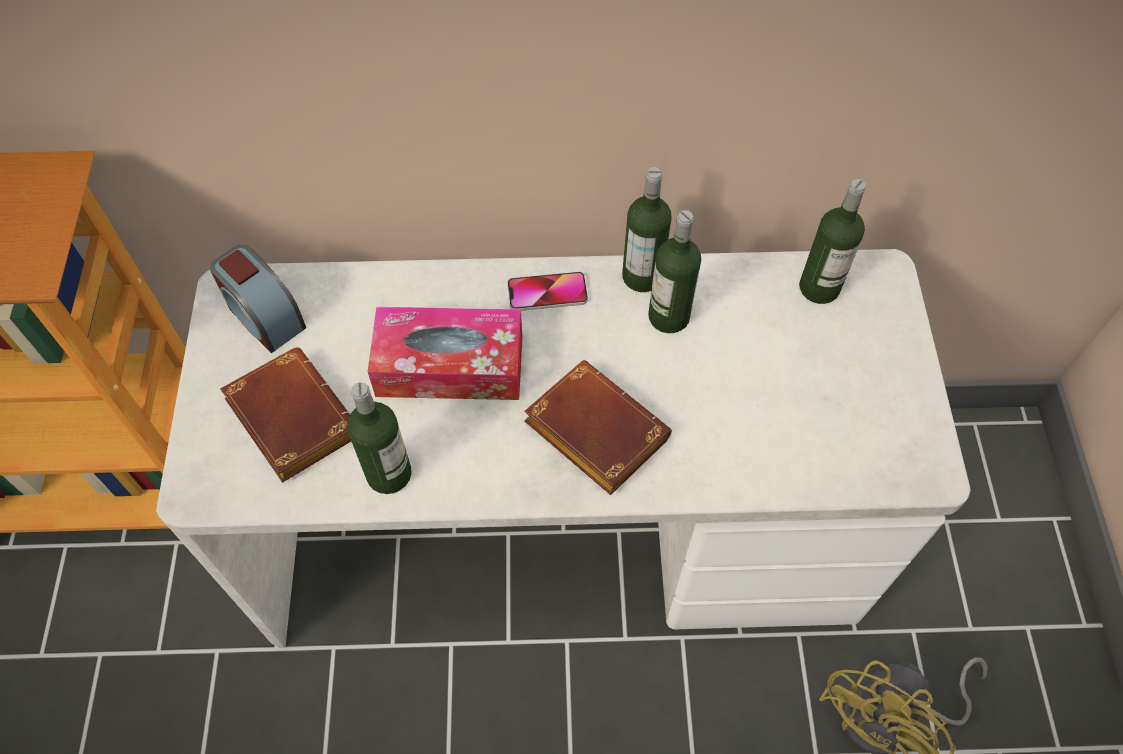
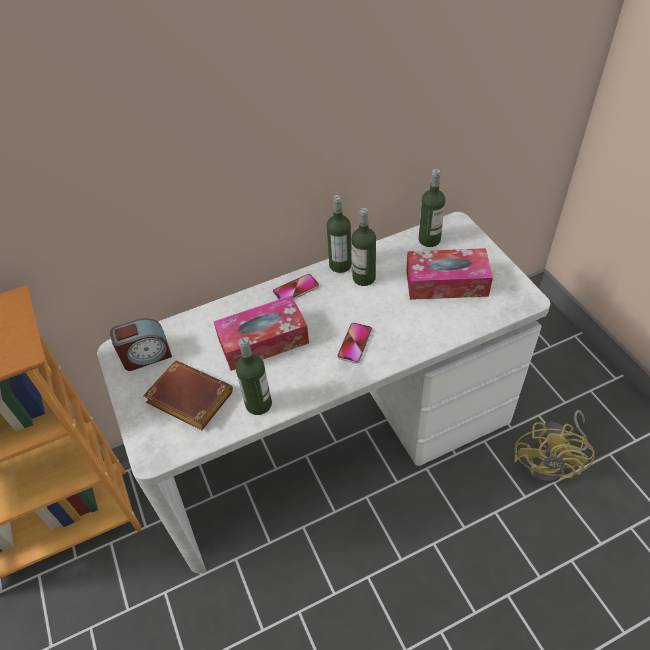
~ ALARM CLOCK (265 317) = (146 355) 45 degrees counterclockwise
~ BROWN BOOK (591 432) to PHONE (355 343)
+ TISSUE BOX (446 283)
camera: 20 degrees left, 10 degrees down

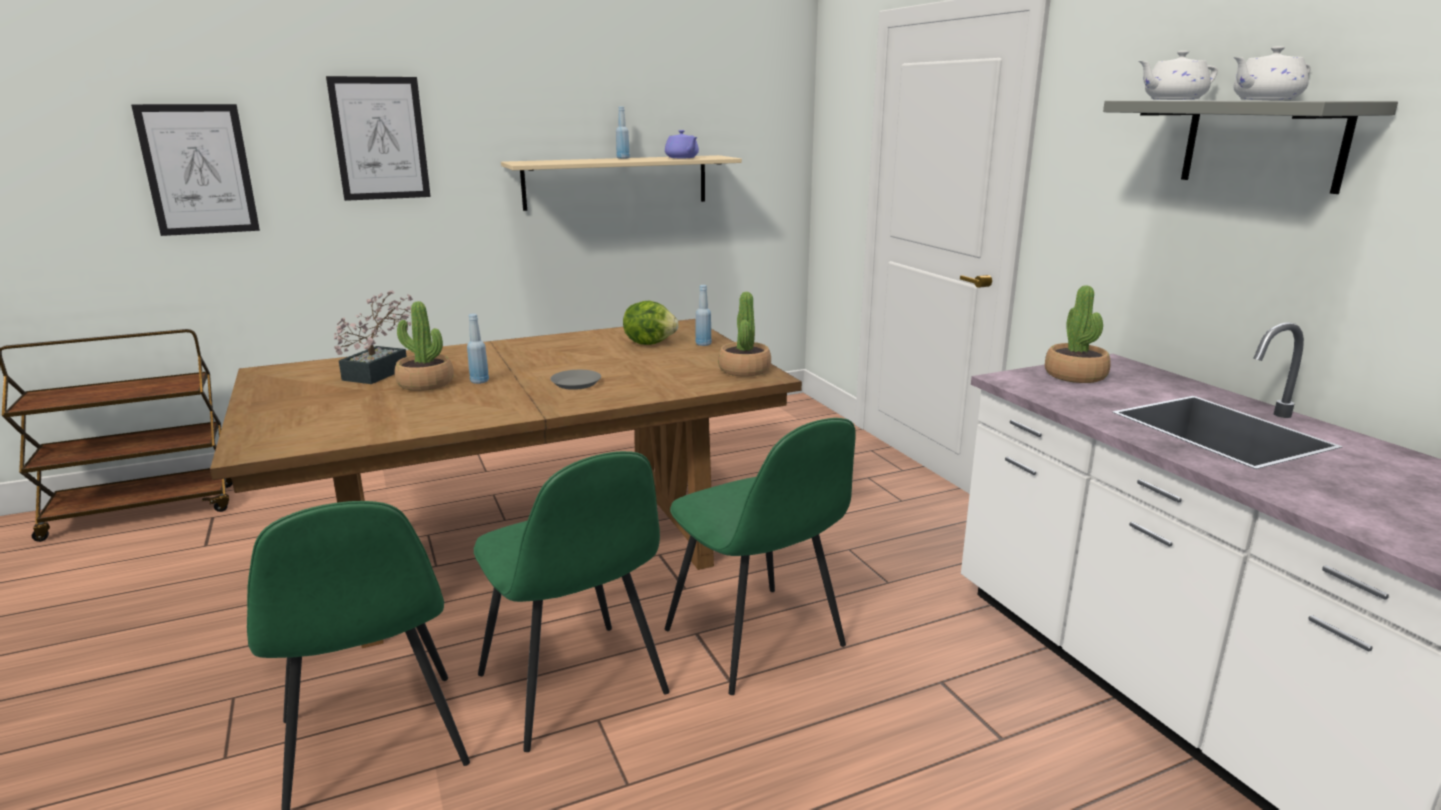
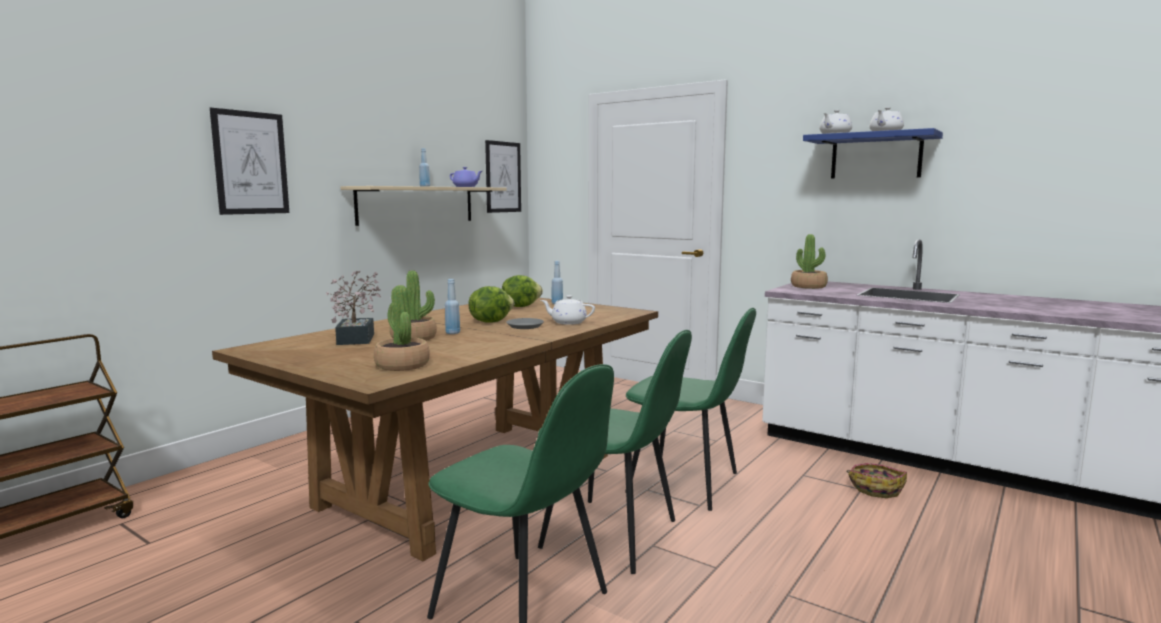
~ POTTED PLANT (744 370) to (402 365)
+ LETTUCE (490 321)
~ PICTURE (198 170) to (503 177)
+ WHITE TEAPOT (568 322)
~ GREY SHELF (1263 144) to BLUE SHELF (876 156)
+ BASKET (875 488)
camera: 30 degrees left, 10 degrees down

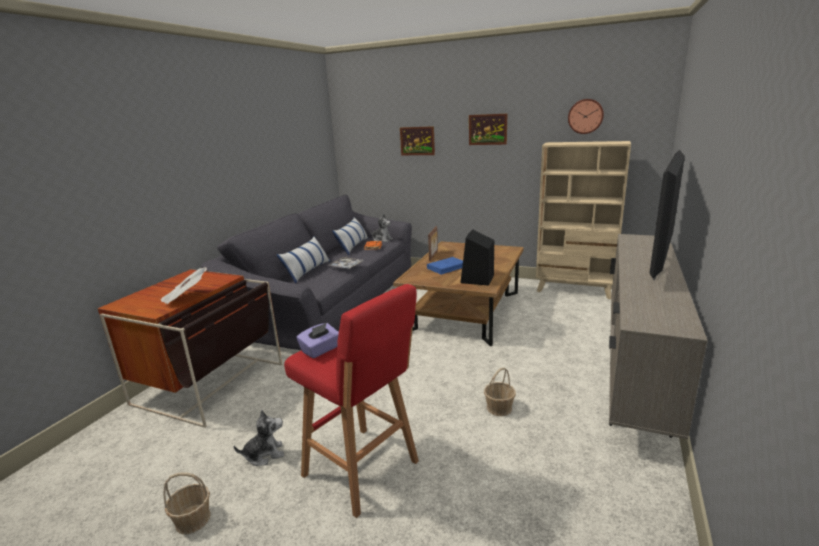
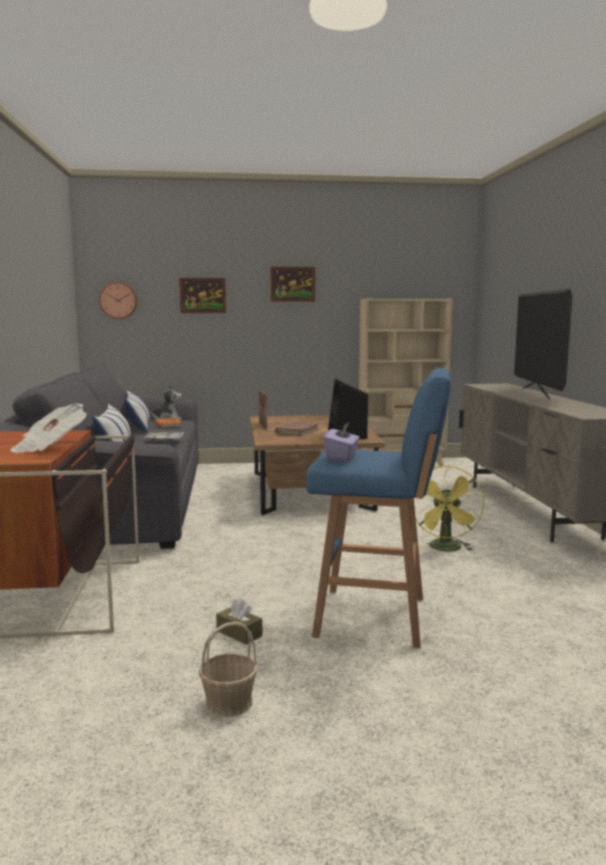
~ WALL CLOCK (585 116) to (118 300)
~ PLUSH TOY (264 454) to BROWN TISSUE BOX (239 633)
~ BLUE BOOK (447 267) to BROWN BOOK (297 432)
~ RED STOOL (363 470) to BLUE STOOL (376 617)
~ BASKET (499 408) to YELLOW FAN (446 549)
camera: 30 degrees left, 10 degrees down

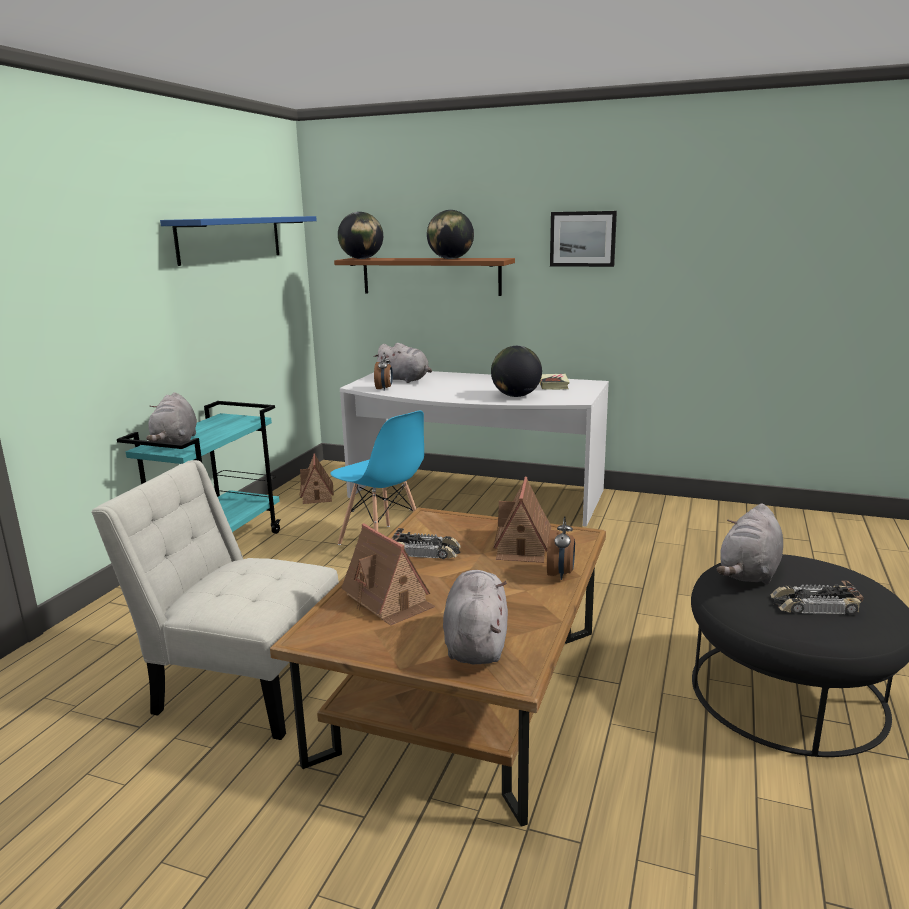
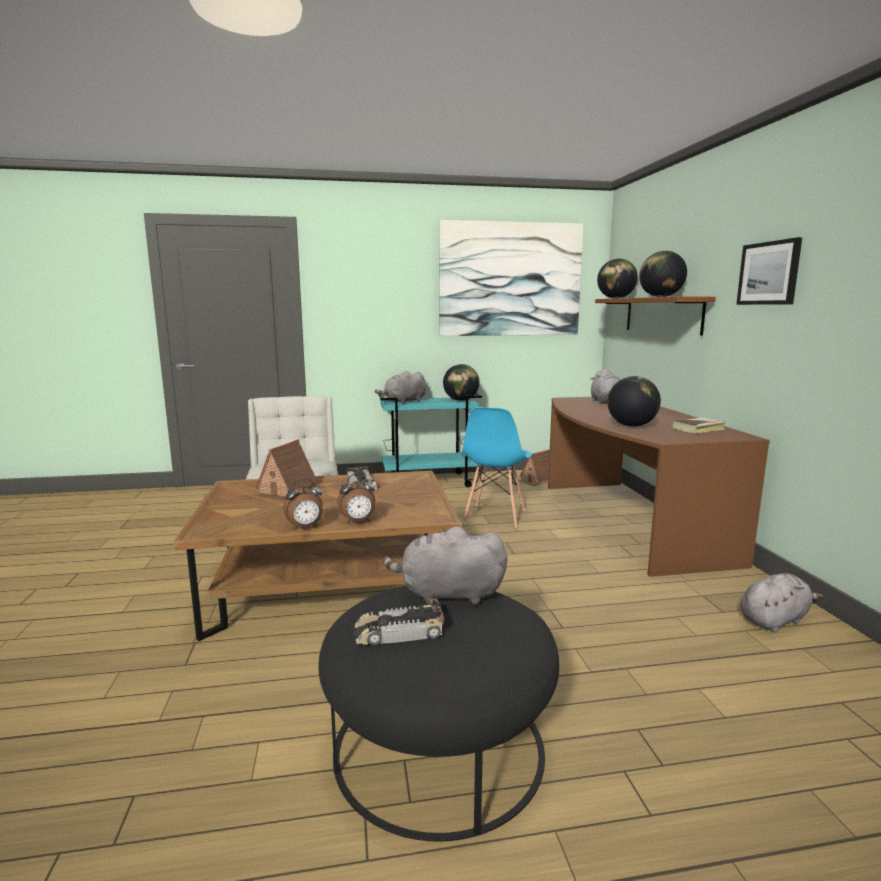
~ ALARM CLOCK (384 389) to (305 527)
~ TOY CAR (813 605) = (398 632) 75 degrees counterclockwise
~ BLUE SHELF (230 239) to PICTURE (510 279)
+ GLOBE (461 400)
~ WHITE DESK (473 496) to BROWN DESK (624 521)
~ GREY PLUSH TOY (476 642) to (774 620)
- TOY HOUSE (522 545)
camera: 60 degrees right, 5 degrees down

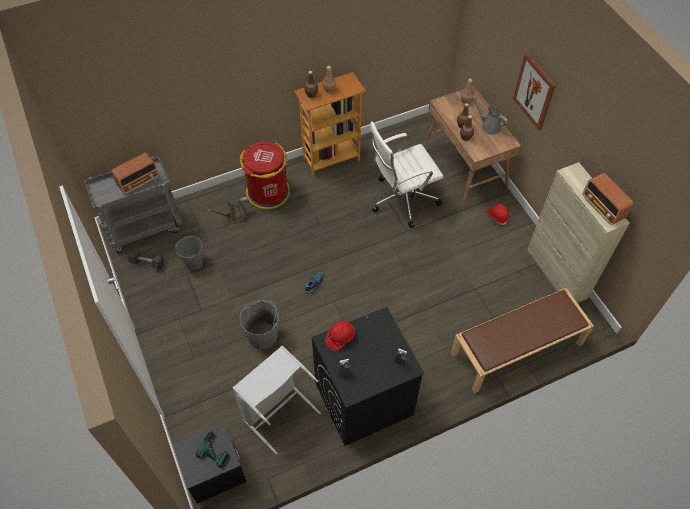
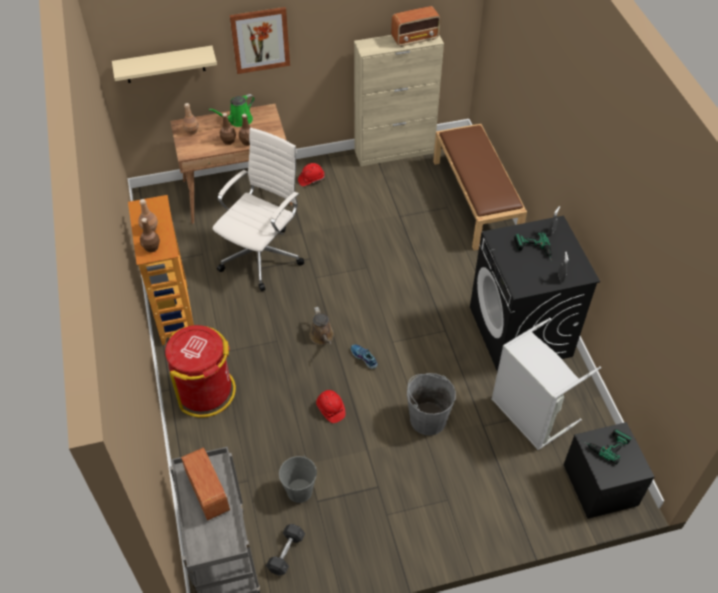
+ BEIGE SHELF (164 64)
~ GREY WATERING CAN (489 126) to GREEN WATERING CAN (238 120)
~ WHITE OFFICE CHAIR (402 200) = (263 255) 135 degrees counterclockwise
~ BROWN WATERING CAN (235 215) to (322 337)
~ RED HARD HAT (340 337) to (330 409)
+ POWER DRILL (534 251)
camera: 80 degrees left, 5 degrees down

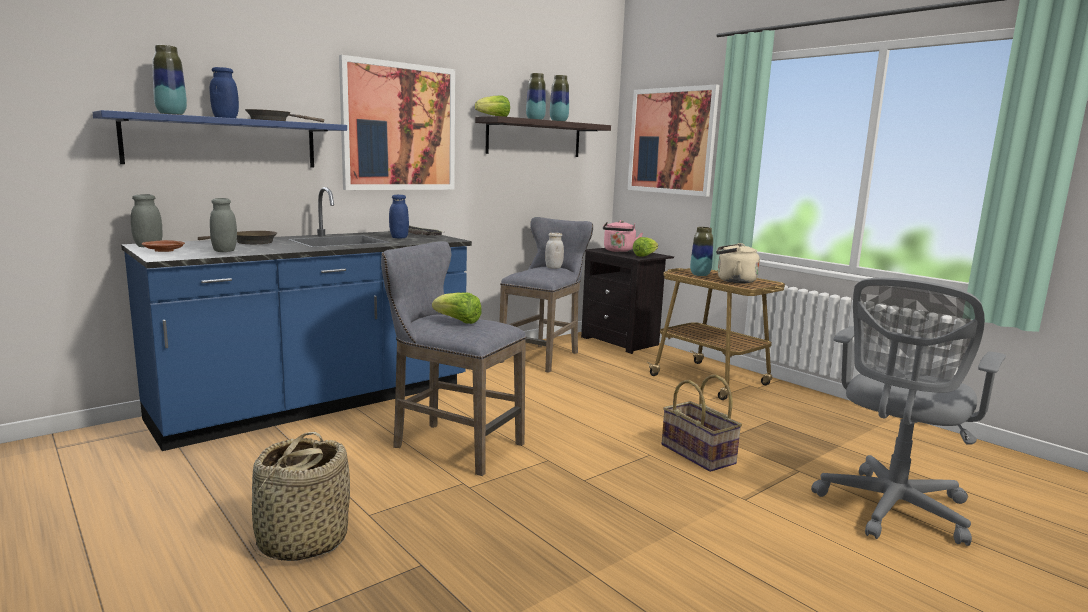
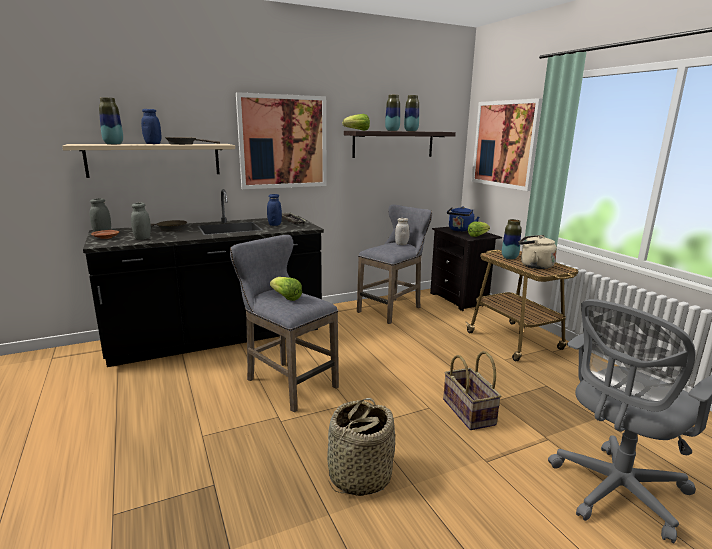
~ BLUE SHELF (223 142) to BEIGE SHELF (154 160)
~ BLUE COUNTER (317 403) to BLACK COUNTER (218 337)
~ BASKET (302 541) to (359 476)
~ PINK KETTLE (619 251) to BLUE KETTLE (460 230)
camera: 15 degrees right, 5 degrees up

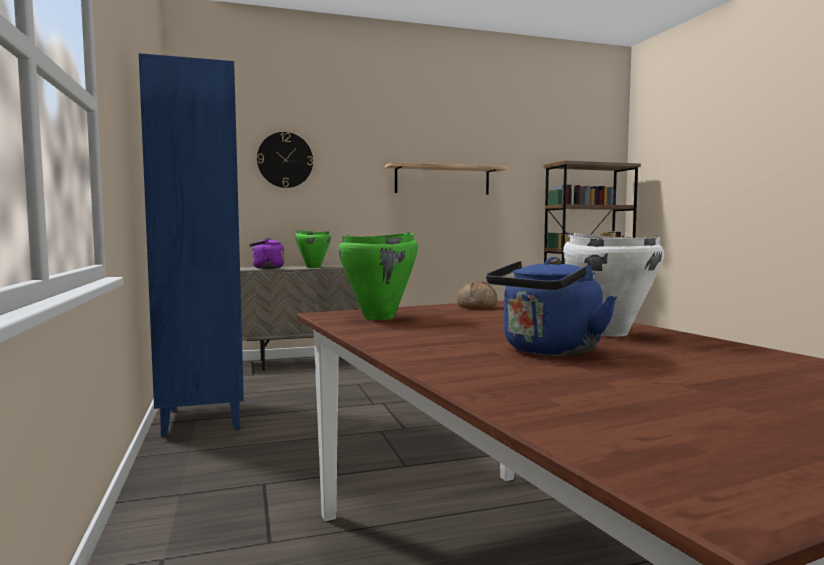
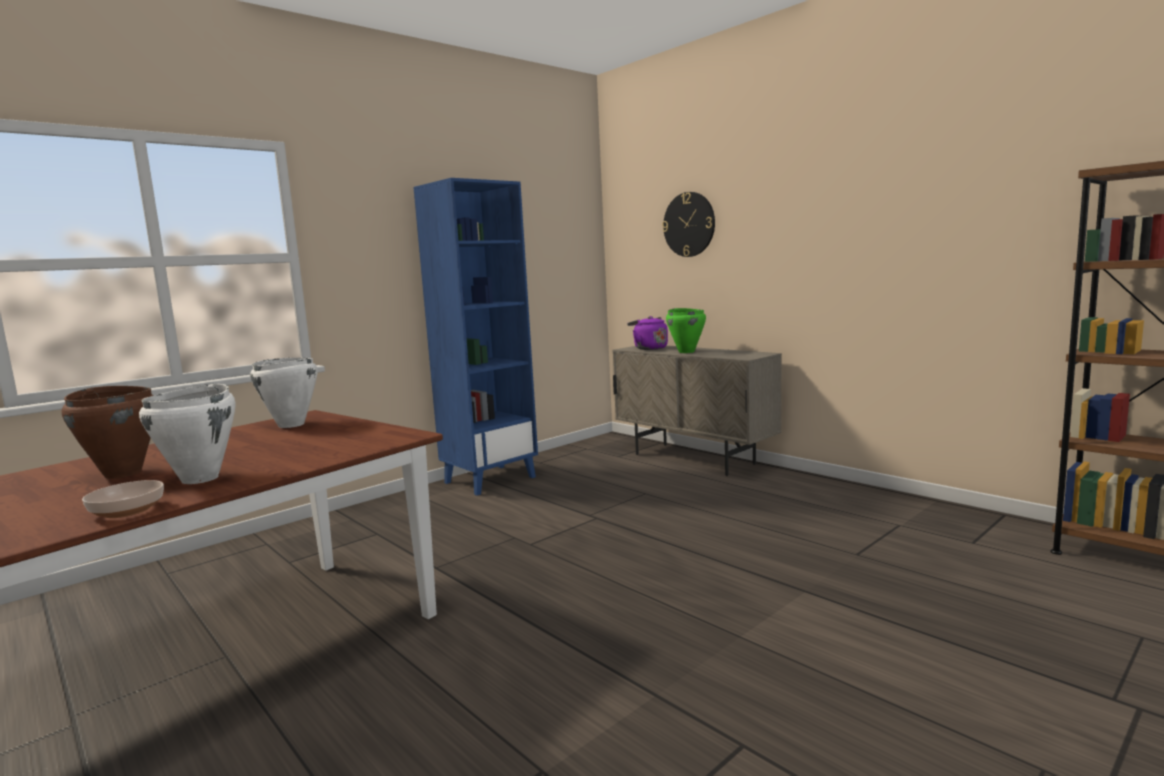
~ BLUE KETTLE (548 351) to BROWN COOKING POT (123 473)
+ BOWL (126 511)
~ GREEN COOKING POT (380 317) to WHITE COOKING POT (291 425)
- SHELF (442 180)
- BREAD (478 306)
camera: 65 degrees right, 5 degrees up

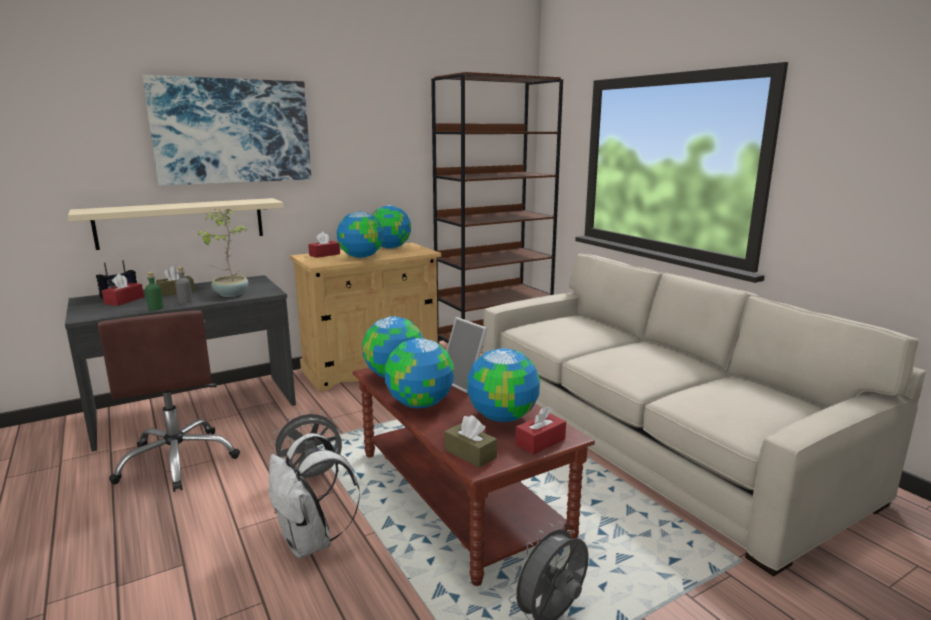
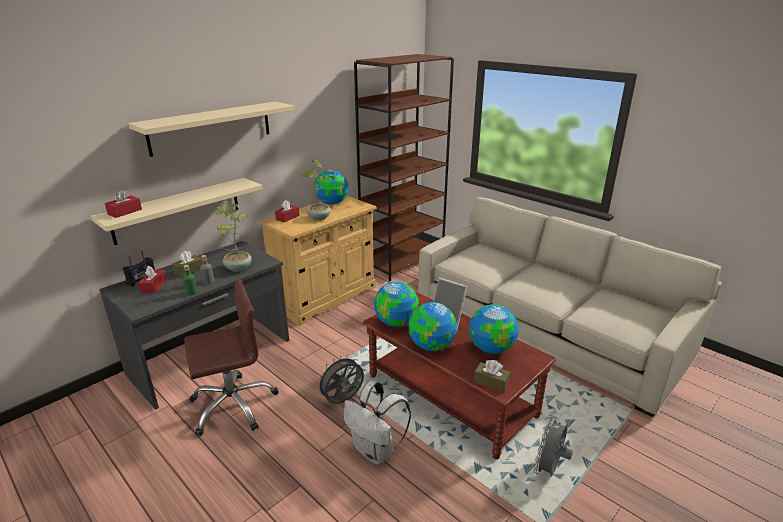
~ RED TISSUE BOX (540 442) to (125 212)
~ PICTURE (233 131) to BEIGE SHELF (211 128)
~ BROWN OFFICE CHAIR (178 460) = (233 405) 75 degrees counterclockwise
~ GLOBE (360 257) to POTTED PLANT (319 218)
camera: 15 degrees left, 10 degrees up

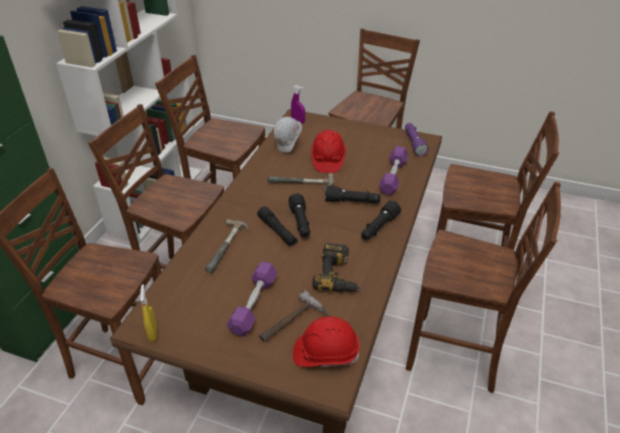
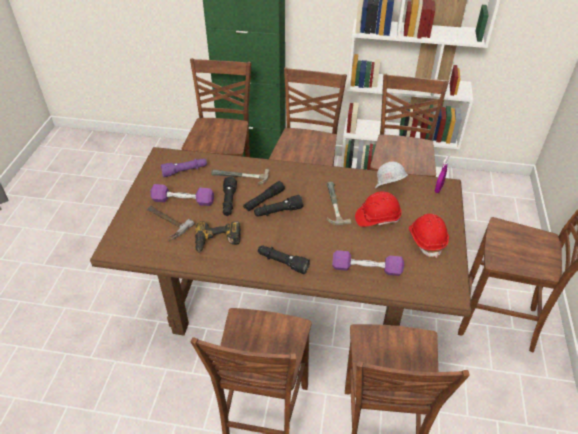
~ PURPLE FLASHLIGHT (414 143) to (185 171)
~ BLACK FLASHLIGHT (352 202) to (229 202)
~ RED HARD HAT (325 353) to (426 240)
- YELLOW SPRAY BOTTLE (153 333)
camera: 80 degrees right, 5 degrees up

